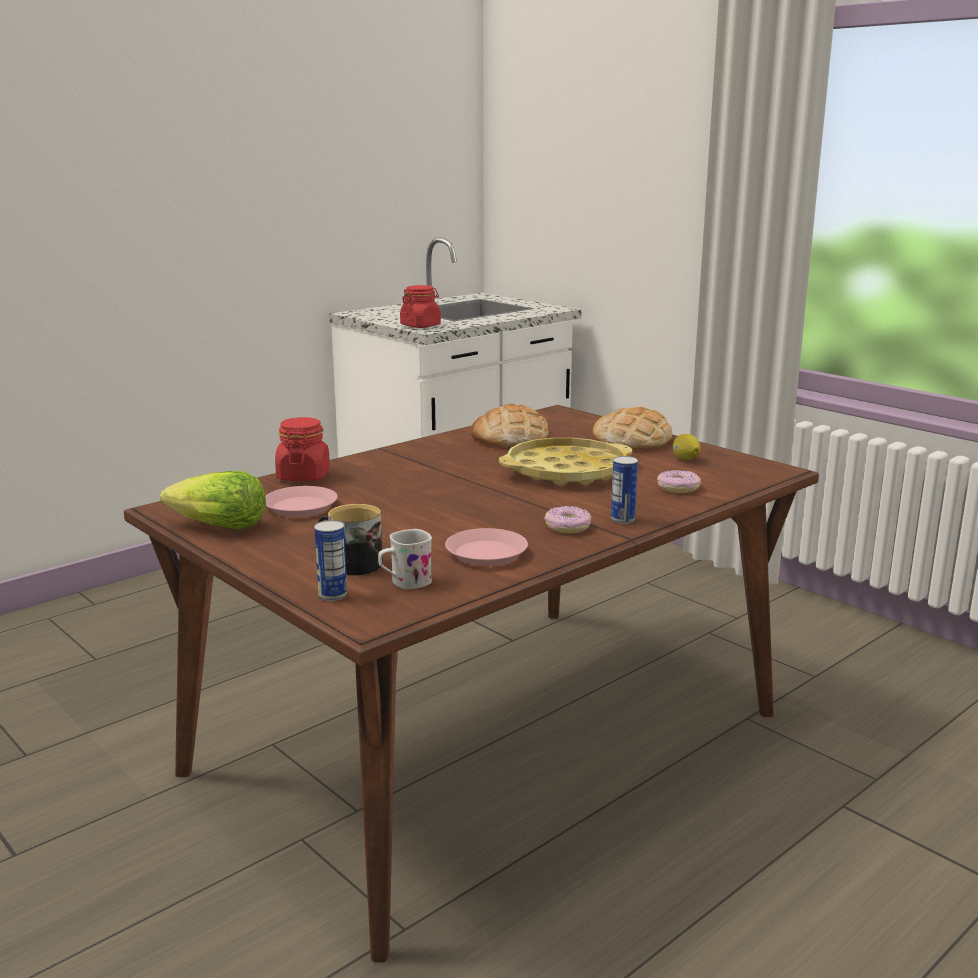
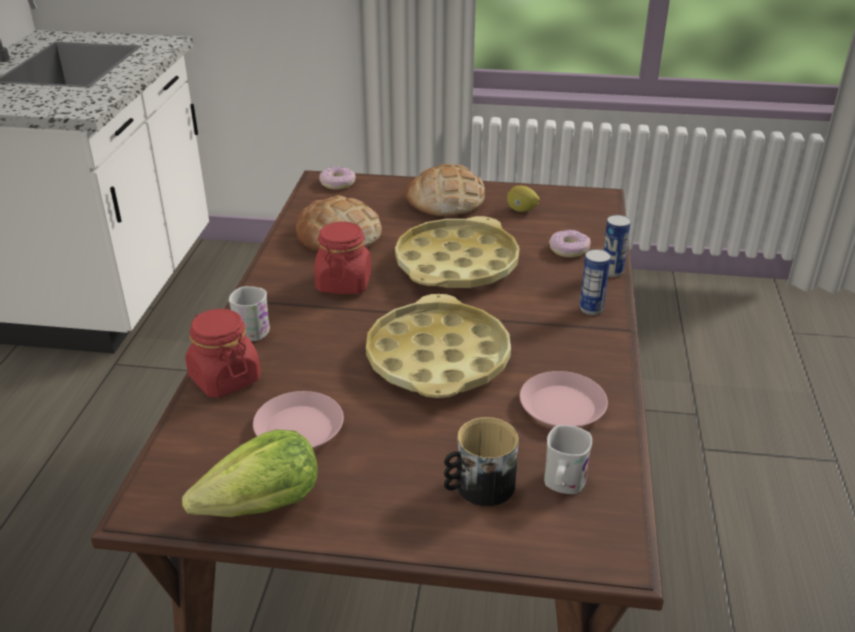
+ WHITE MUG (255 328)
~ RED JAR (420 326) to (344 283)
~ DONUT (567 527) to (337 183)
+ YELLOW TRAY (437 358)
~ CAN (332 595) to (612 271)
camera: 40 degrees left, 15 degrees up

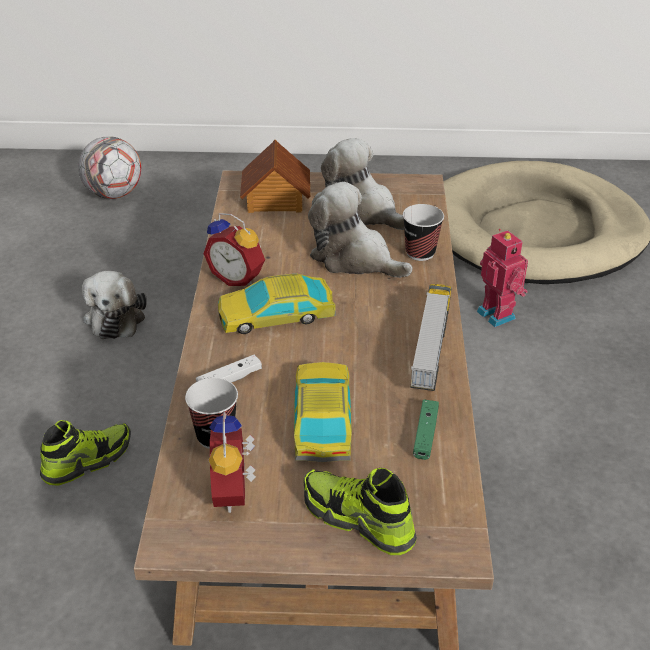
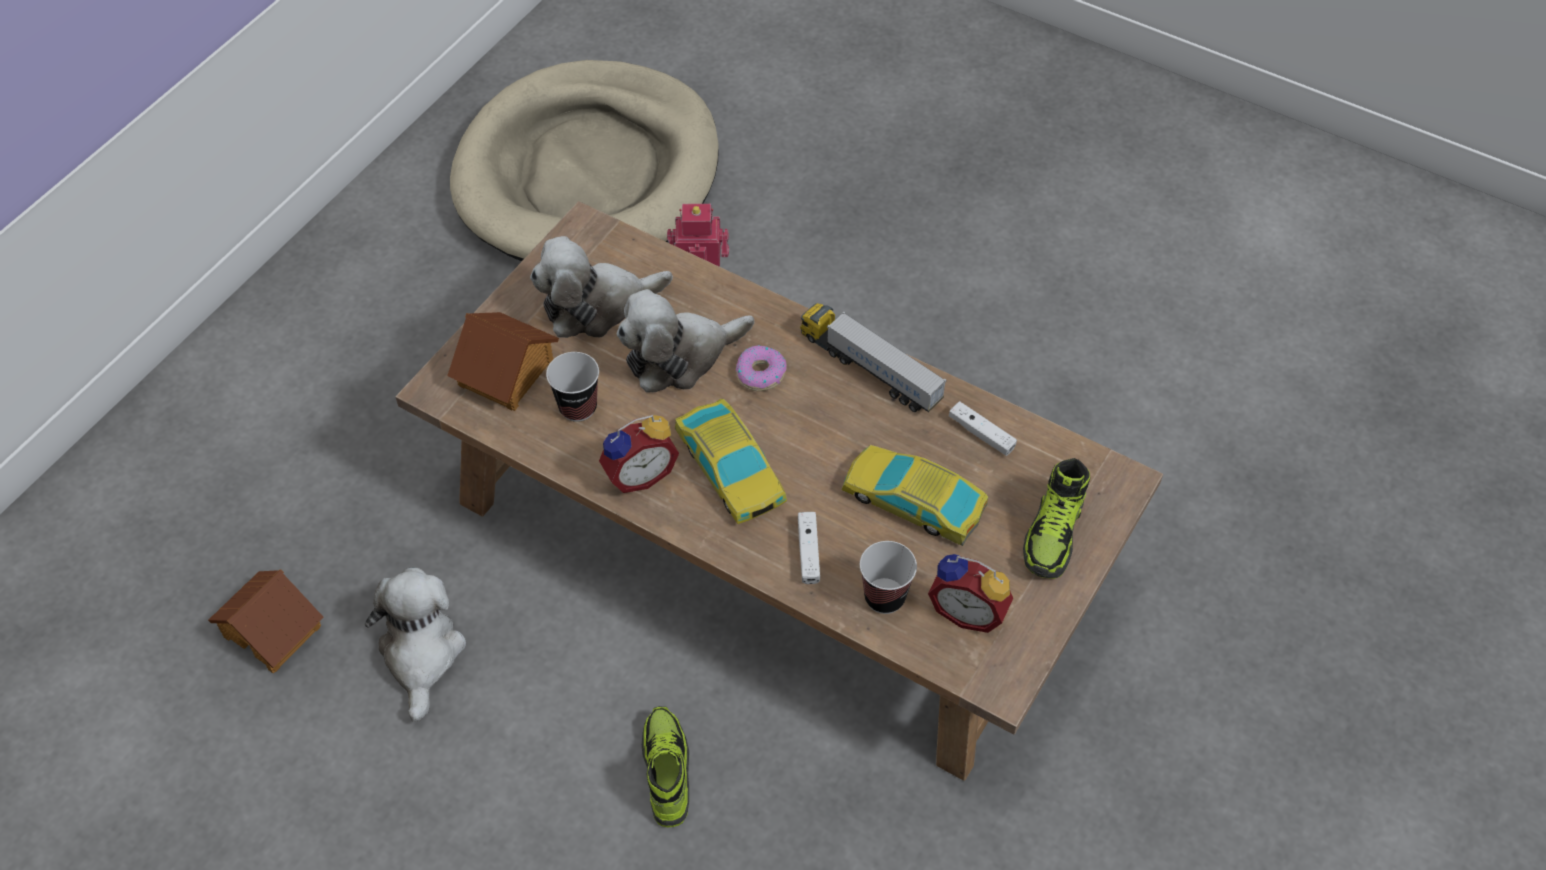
+ TOY HOUSE (273 630)
~ PLUSH TOY (115 316) = (421 654) 120 degrees counterclockwise
~ CUP (420 253) to (578 407)
~ TOY CAR (276 315) = (730 468) 45 degrees counterclockwise
+ DONUT (760 373)
~ GREEN GAME CONTROLLER (425 434) to WHITE GAME CONTROLLER (981 434)
~ SHOE (358 520) = (1054 534) 45 degrees counterclockwise
- FOOTBALL (114 194)
camera: 60 degrees left, 15 degrees up

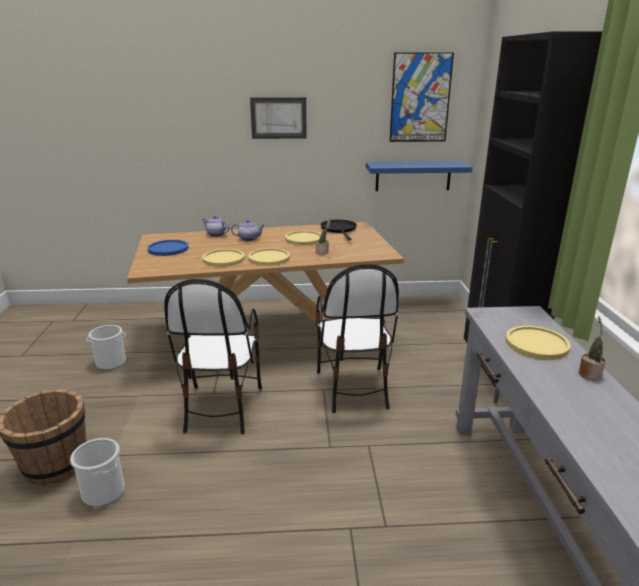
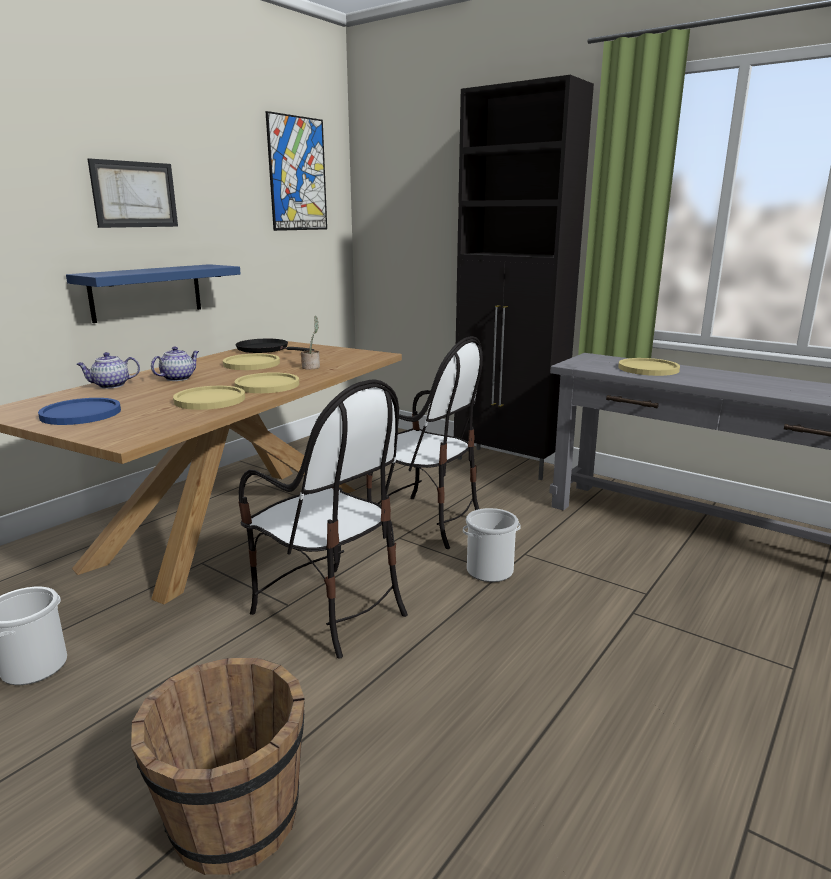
~ BLUE SHELF (413 176) to (146 292)
~ BUCKET (104 492) to (490 570)
- POTTED PLANT (589 373)
camera: 50 degrees left, 5 degrees down

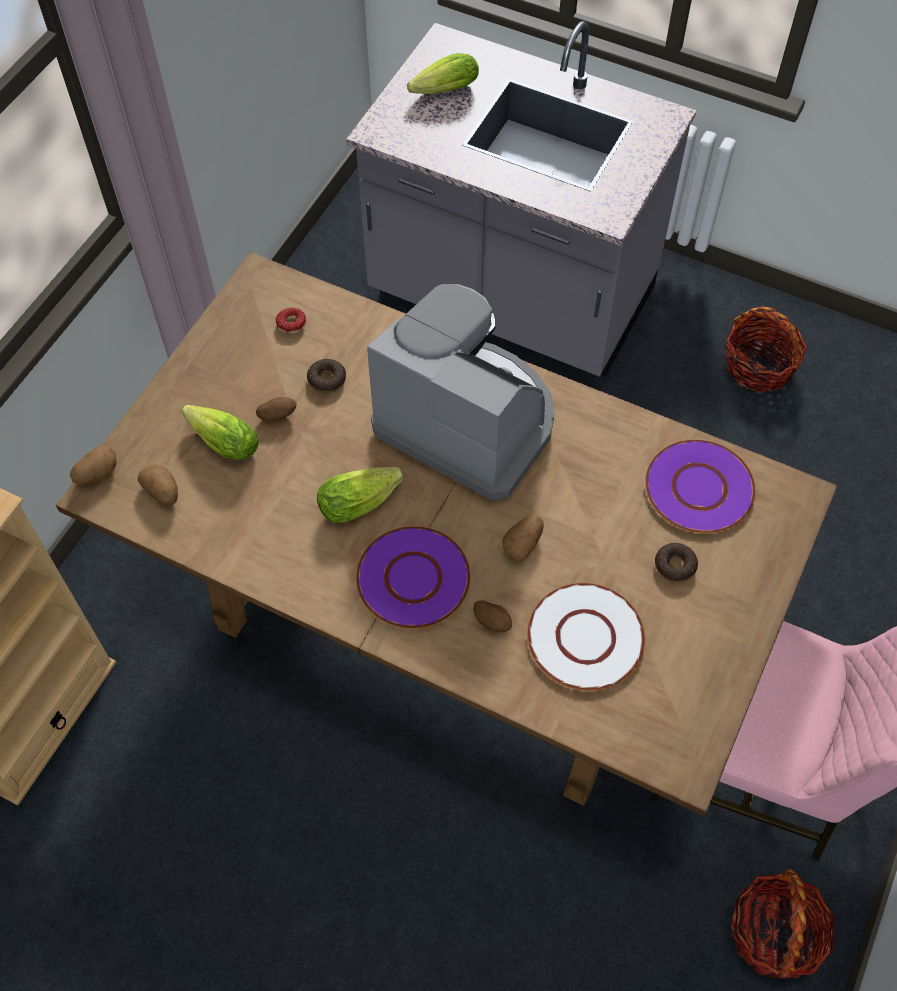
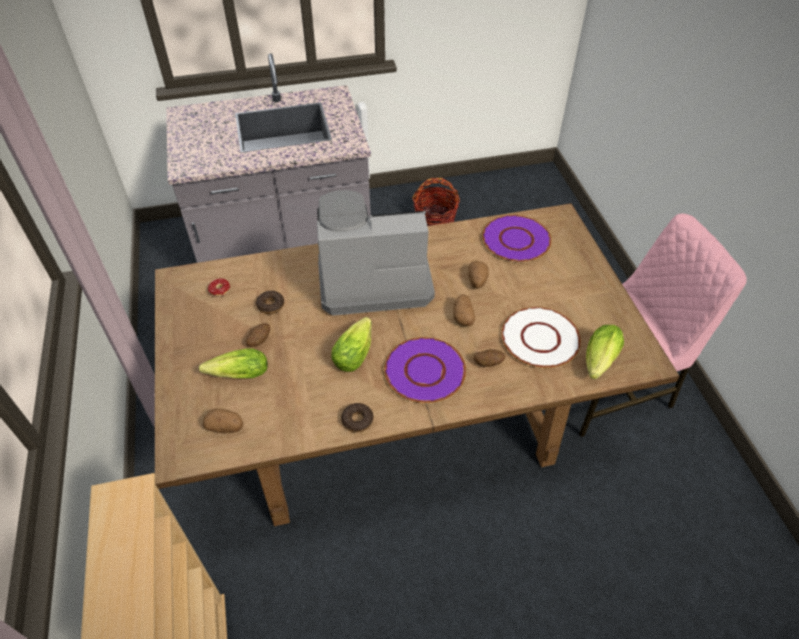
~ DONUT (675 566) to (357 420)
~ POTATO (97 474) to (477 281)
~ LETTUCE (442 91) to (598 362)
- BASKET (774 934)
camera: 40 degrees left, 10 degrees down

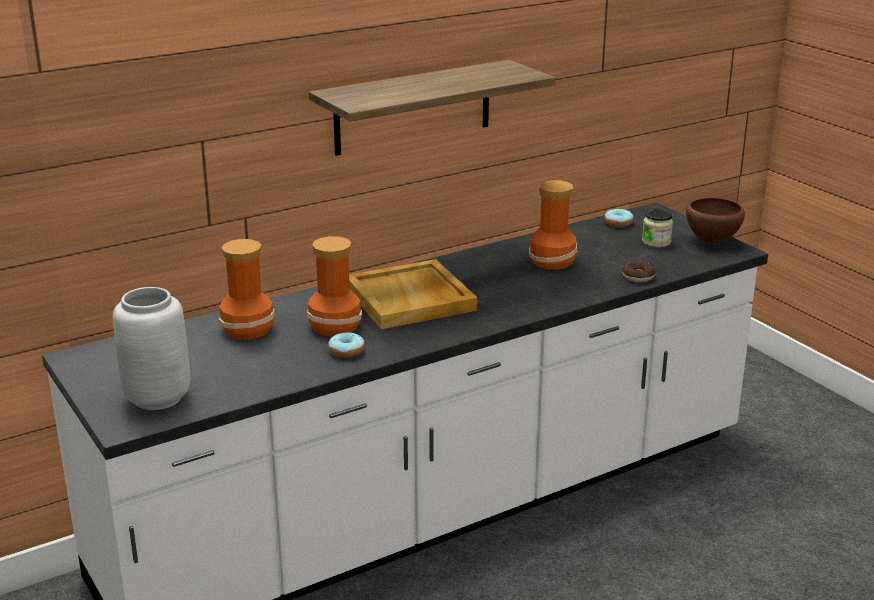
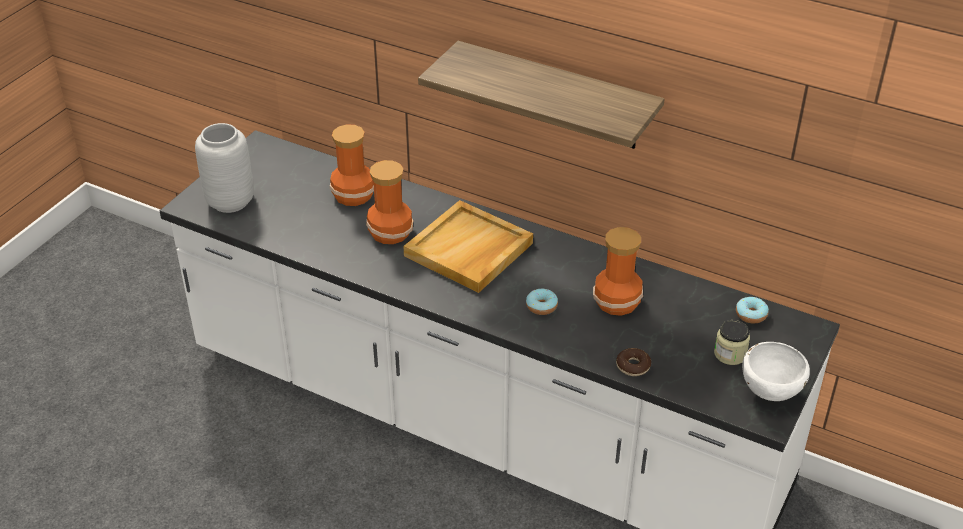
~ DONUT (346 351) to (541 306)
~ BROWN BOWL (711 242) to WHITE BOWL (769 393)
camera: 60 degrees right, 15 degrees up

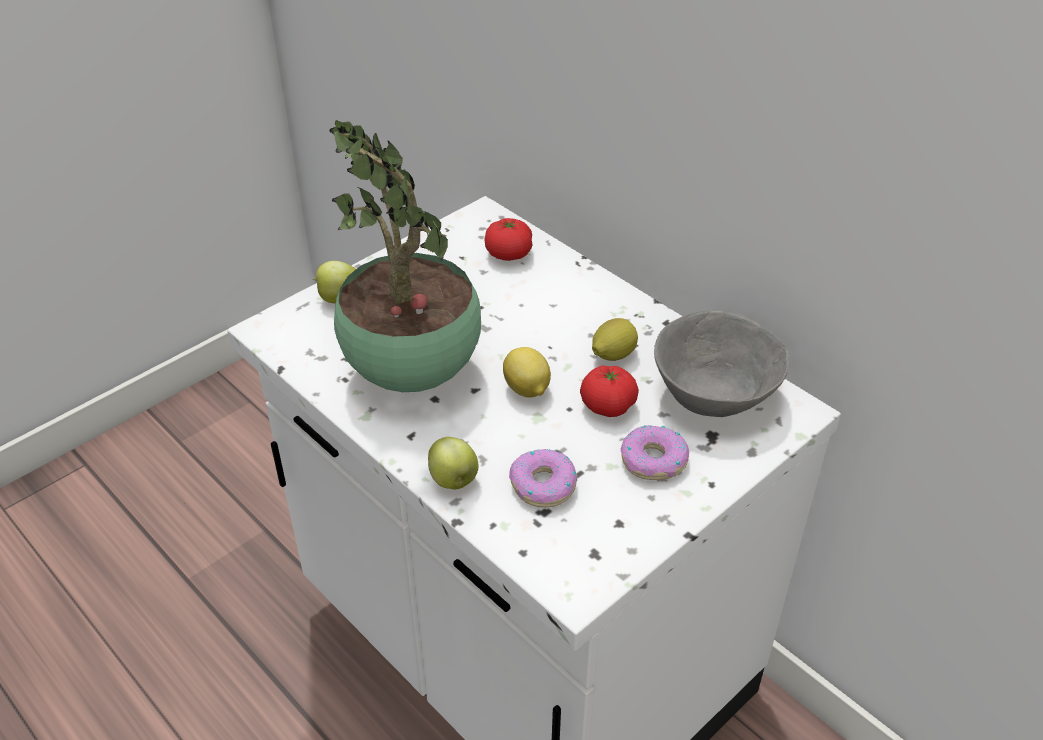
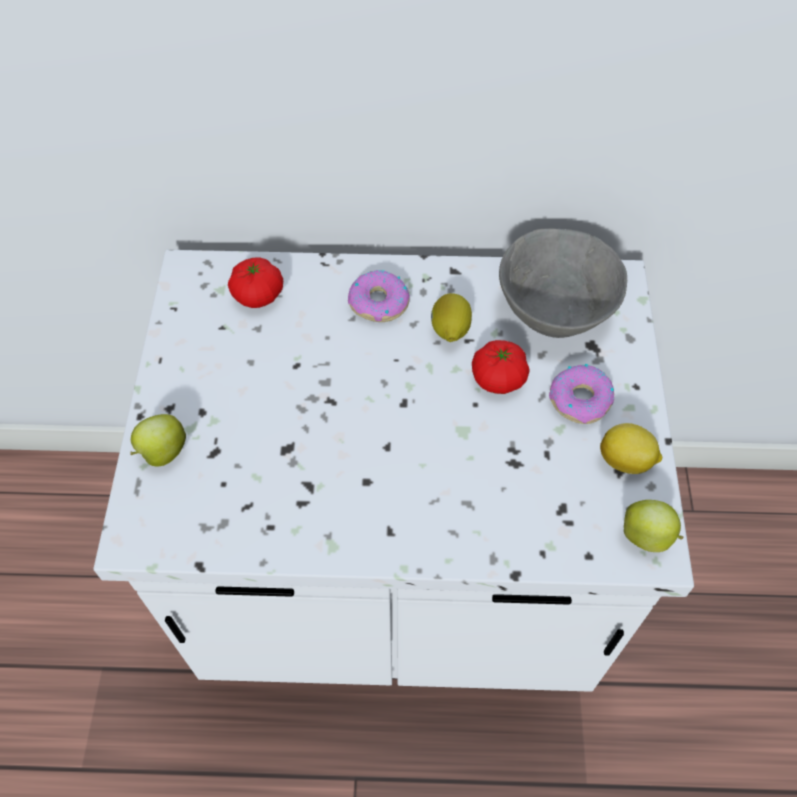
~ DONUT (543 485) to (378 303)
~ LEMON (527 390) to (626 461)
~ APPLE (454 481) to (647 536)
- POTTED PLANT (415 375)
camera: 45 degrees left, 15 degrees up

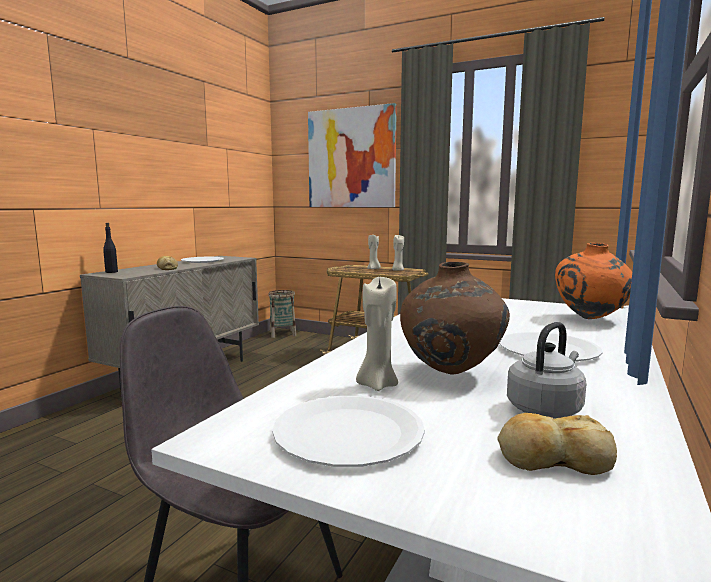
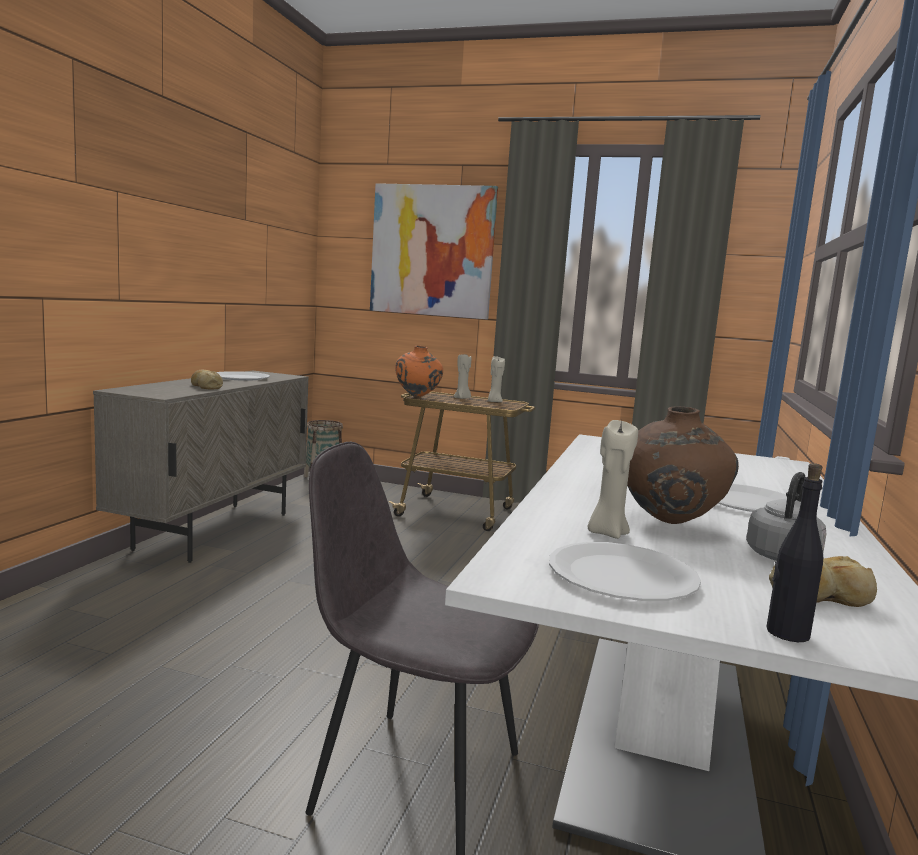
~ ORANGE VASE (590 319) to (417 397)
~ BLACK BOTTLE (111 272) to (787 633)
camera: 10 degrees left, 0 degrees up

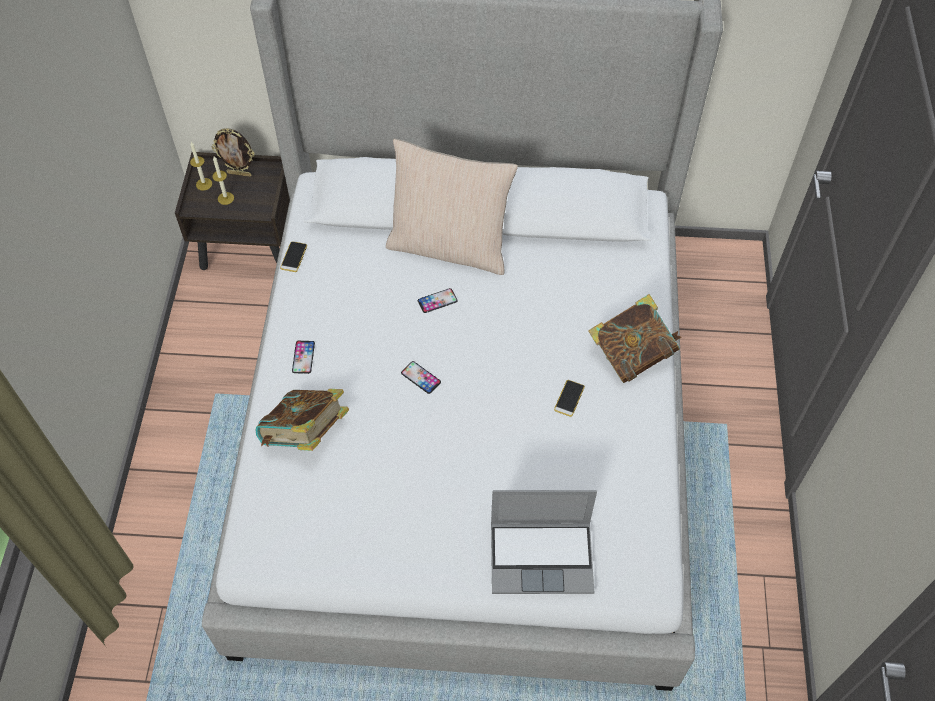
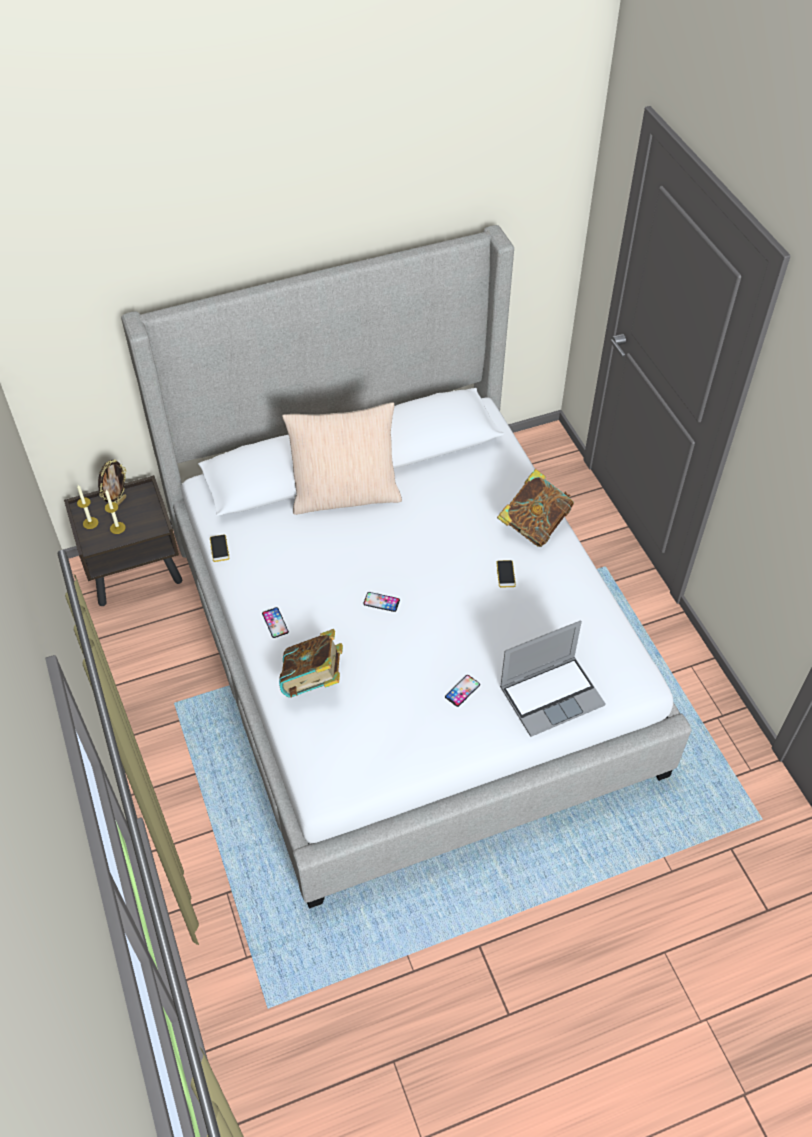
~ PICTURE FRAME (239 173) = (118 503) 45 degrees counterclockwise
~ PHONE (437 301) to (462 691)
camera: 25 degrees left, 5 degrees down

